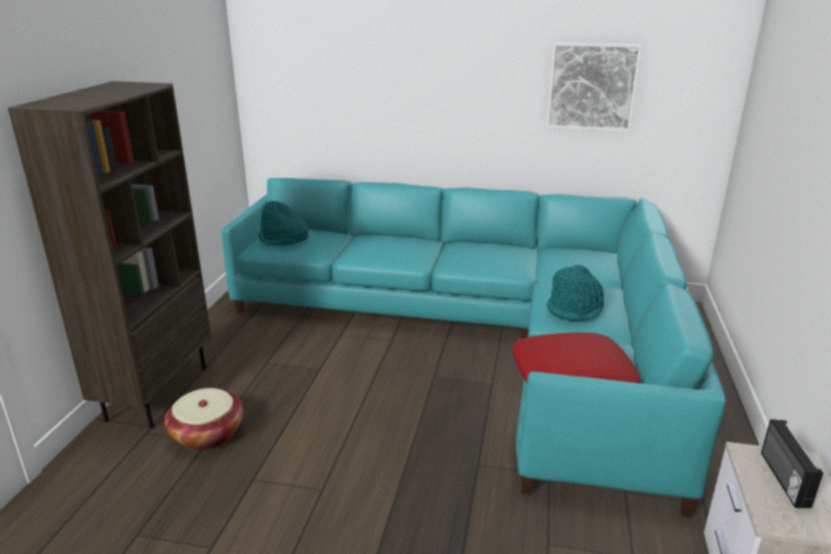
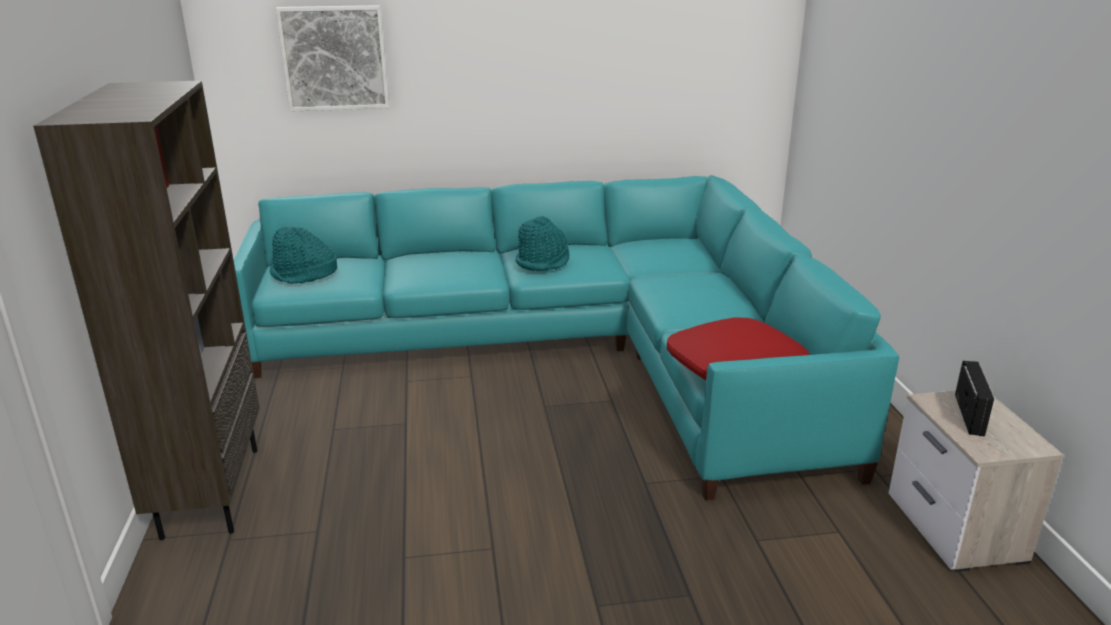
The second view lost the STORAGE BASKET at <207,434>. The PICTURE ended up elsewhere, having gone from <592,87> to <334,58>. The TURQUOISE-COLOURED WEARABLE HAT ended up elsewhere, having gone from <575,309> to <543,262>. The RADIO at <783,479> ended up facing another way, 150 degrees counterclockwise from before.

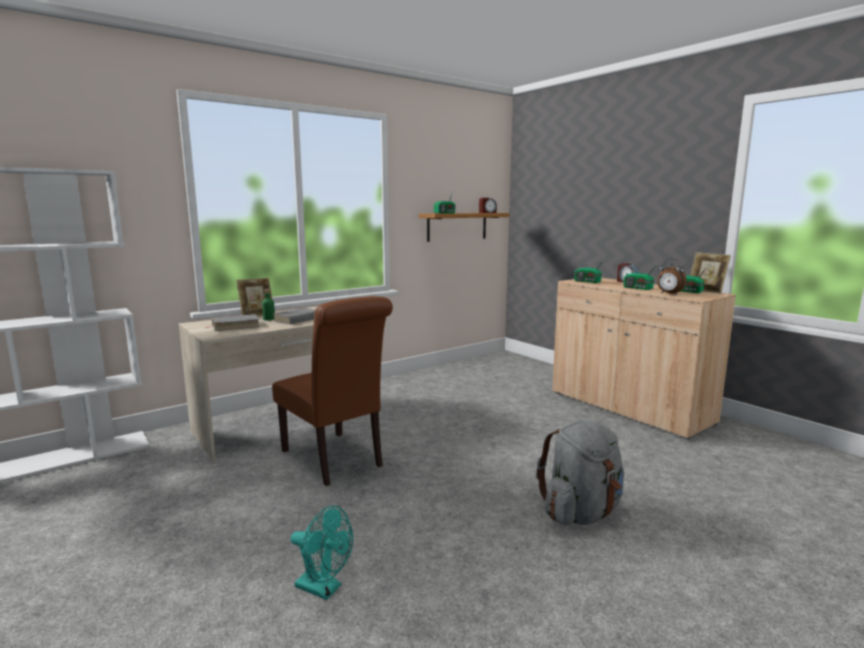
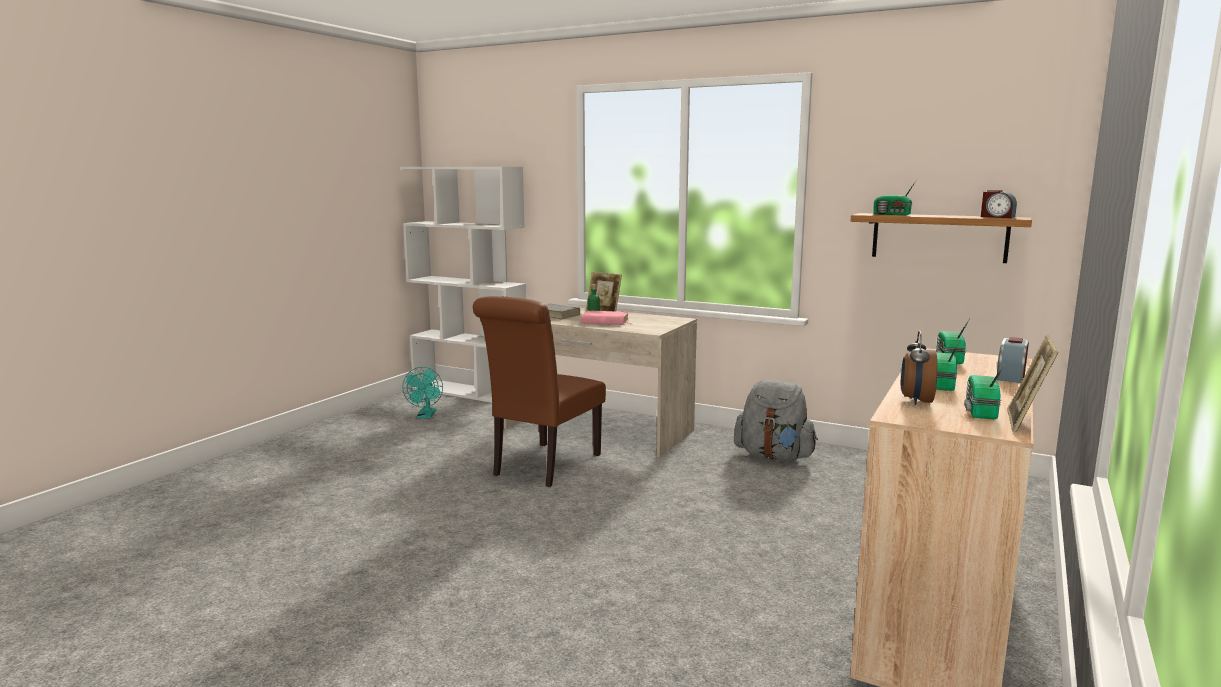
What was the GREY BOOK at <298,319> turned into the PINKISH BOOK at <605,321>. The TURQUOISE-COLOURED FAN ended up elsewhere, having gone from <324,588> to <426,416>. The GREY RUCKSACK ended up elsewhere, having gone from <581,512> to <774,457>.

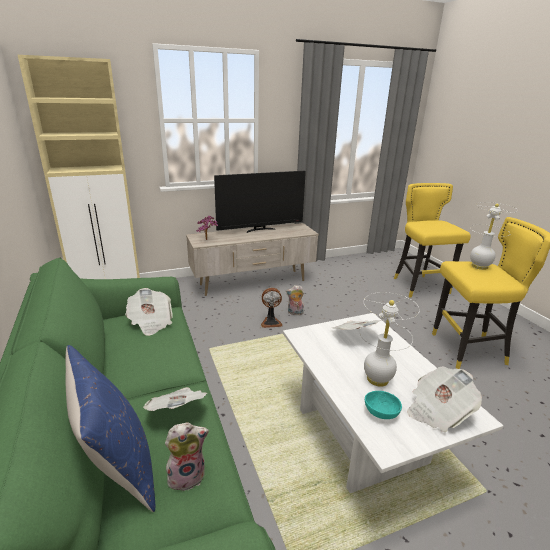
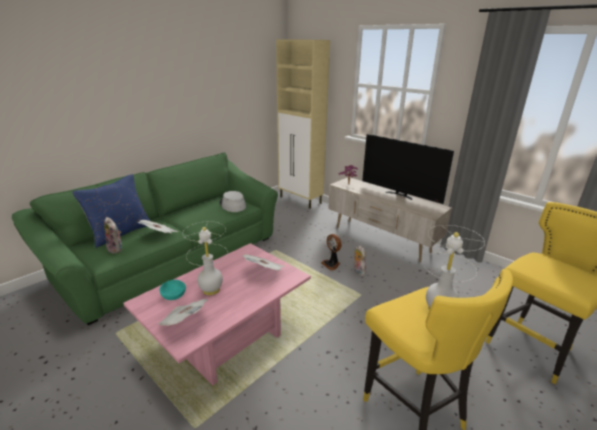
Where the DAILY PAPER stood at <151,322>, the GREY WEARABLE HAT came to stand at <232,205>. What was the WHITISH LOUNGE TABLE at <365,435> turned into the PINKISH LOUNGE TABLE at <227,342>.

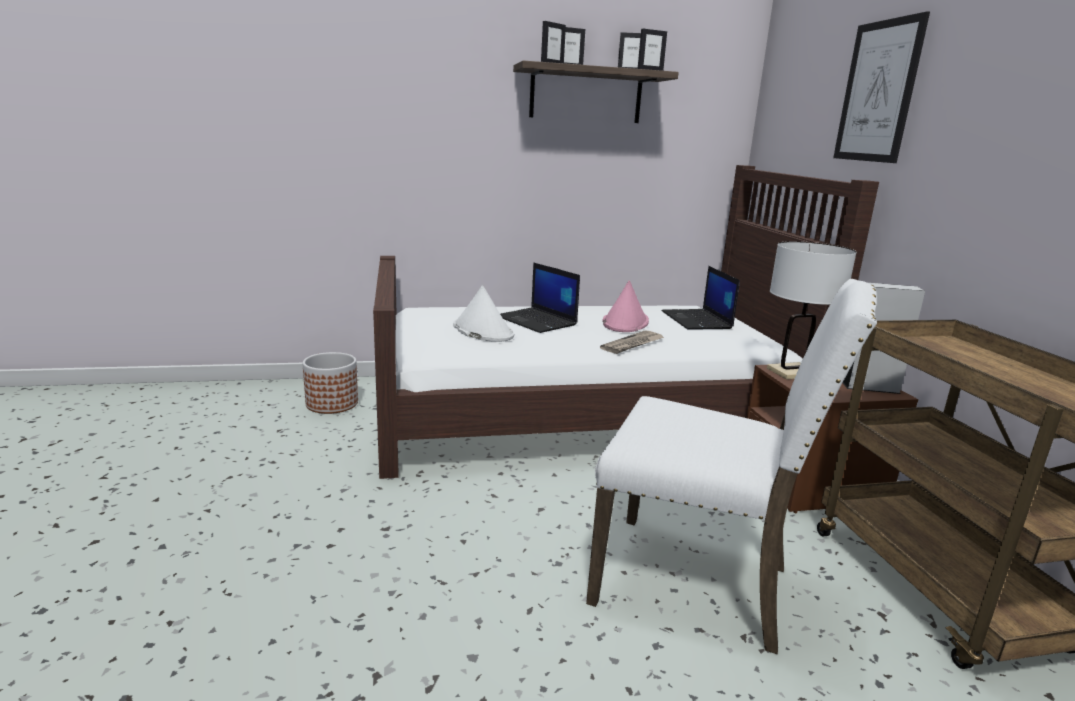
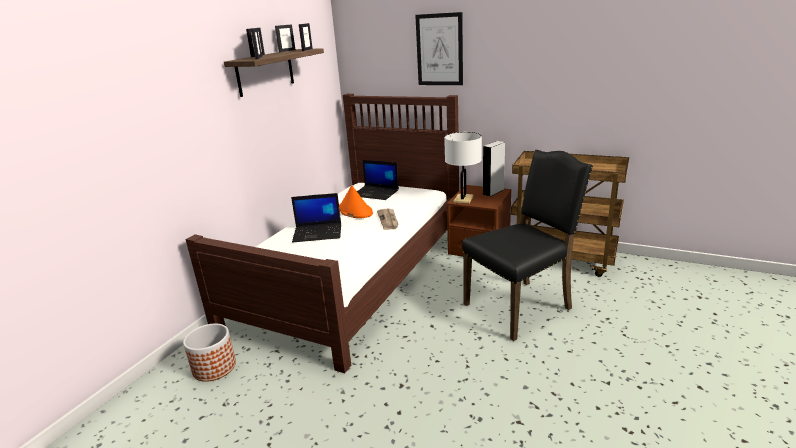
The second view lost the WHITISH WEARABLE HAT at <482,331>. What was the WHITISH UPRIGHT CHAIR at <696,582> turned into the BLACKISH UPRIGHT CHAIR at <520,306>. What was the PINKISH WEARABLE HAT at <625,322> turned into the ORANGEY WEARABLE HAT at <354,211>.

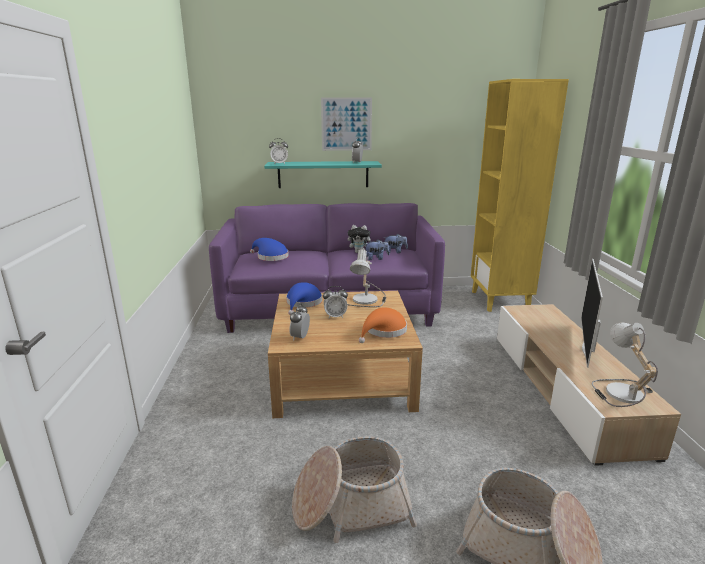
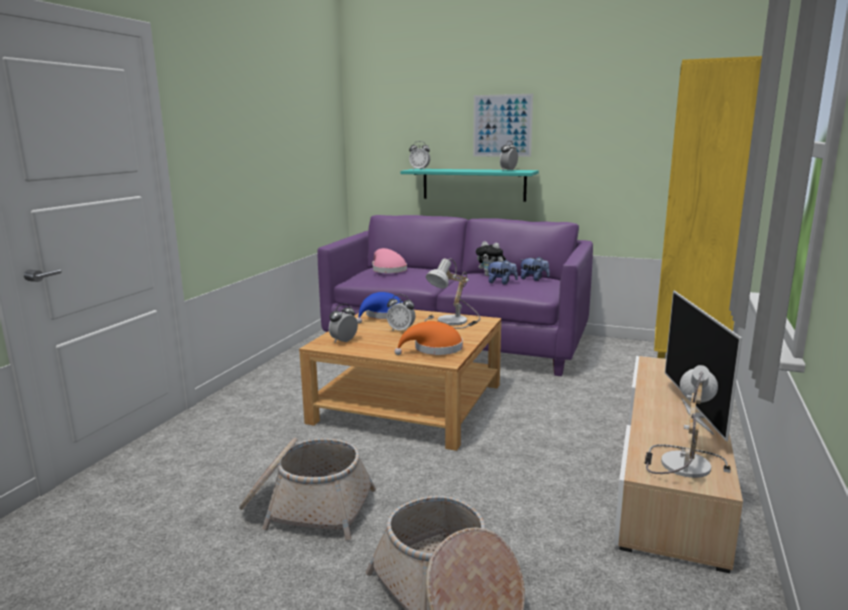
What was the BLUISH WEARABLE HAT at <270,257> turned into the PINKISH WEARABLE HAT at <388,270>. The TV at <588,349> ended up facing another way, 45 degrees counterclockwise from before.

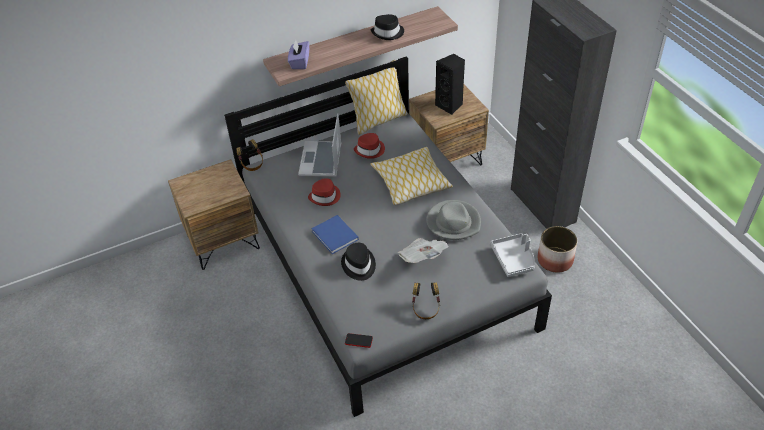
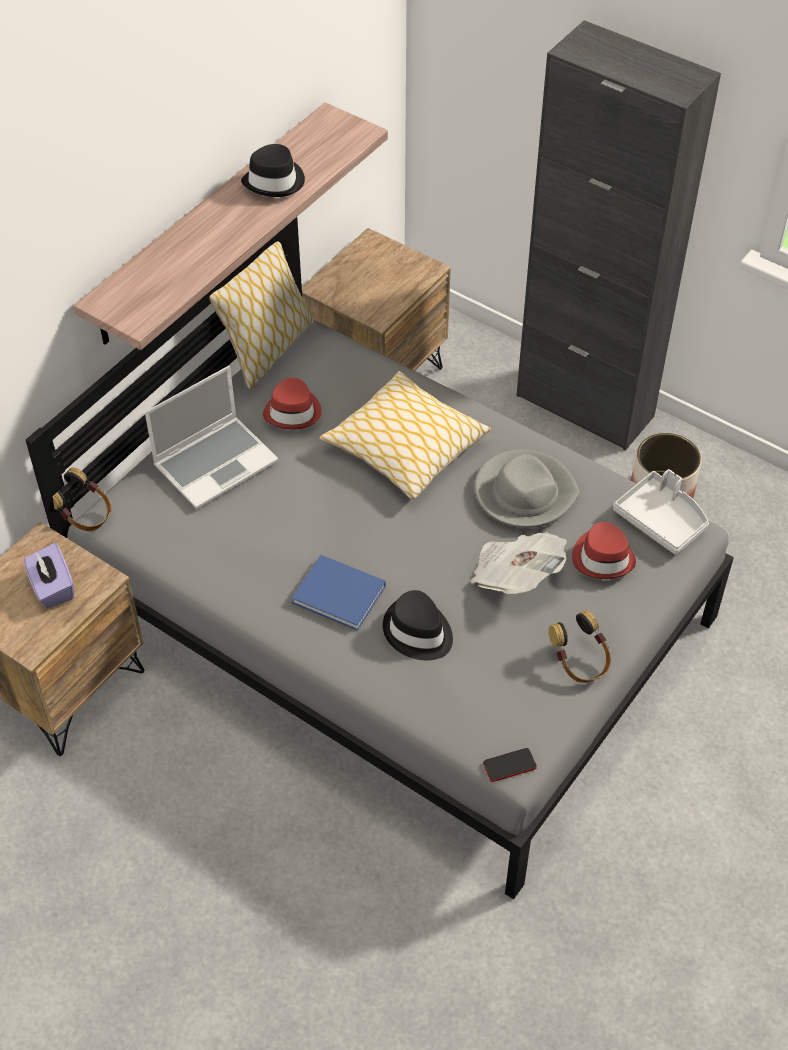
The PURPLISH BOX OF TISSUES ended up elsewhere, having gone from <299,62> to <52,587>. The NOTEBOOK COMPUTER at <321,160> ended up facing another way, 105 degrees counterclockwise from before. The REDDISH WEARABLE HAT ended up elsewhere, having gone from <325,196> to <603,557>. The second view lost the BLACKISH AUDIO SPEAKER at <450,106>.

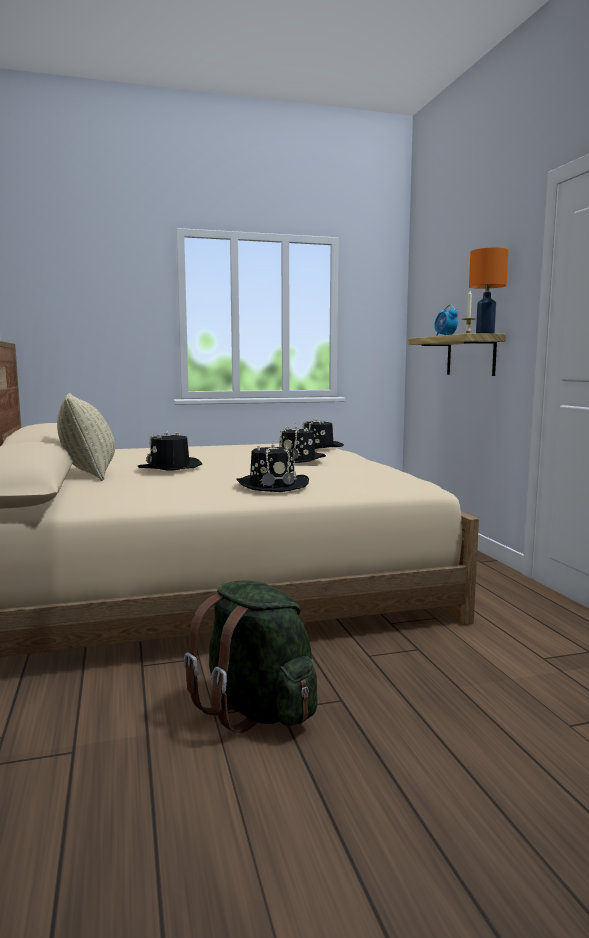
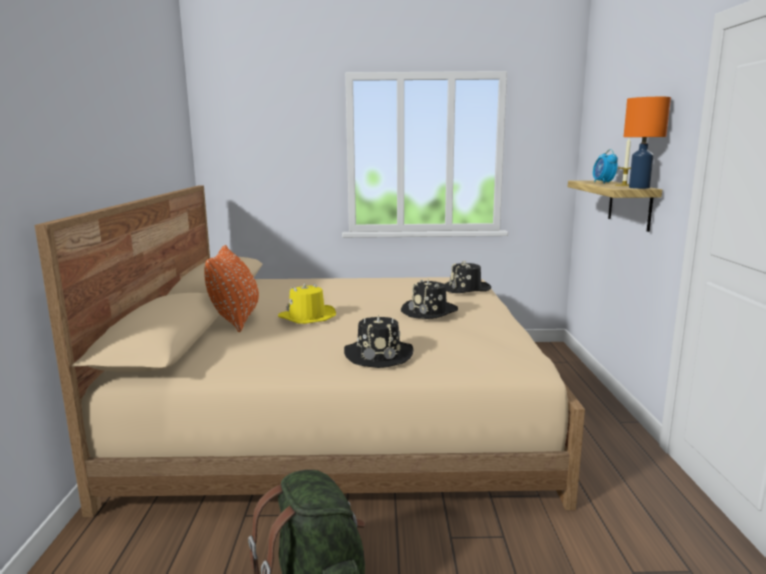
What was the SAND-COLOURED CUSHION at <88,474> turned into the ORANGEY CUSHION at <236,320>. What was the BLACKISH WEARABLE HAT at <170,467> turned into the YELLOWISH WEARABLE HAT at <307,317>.

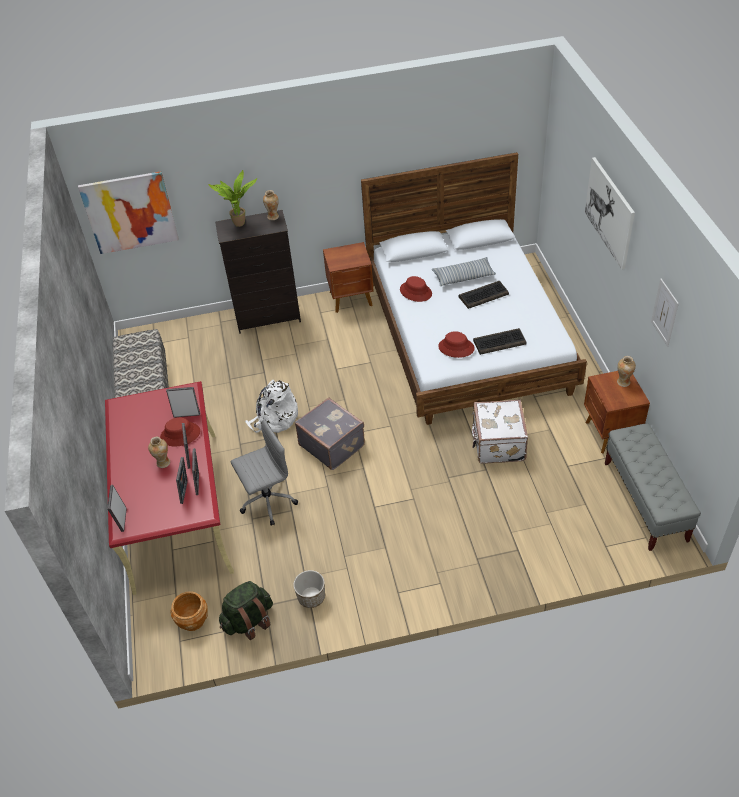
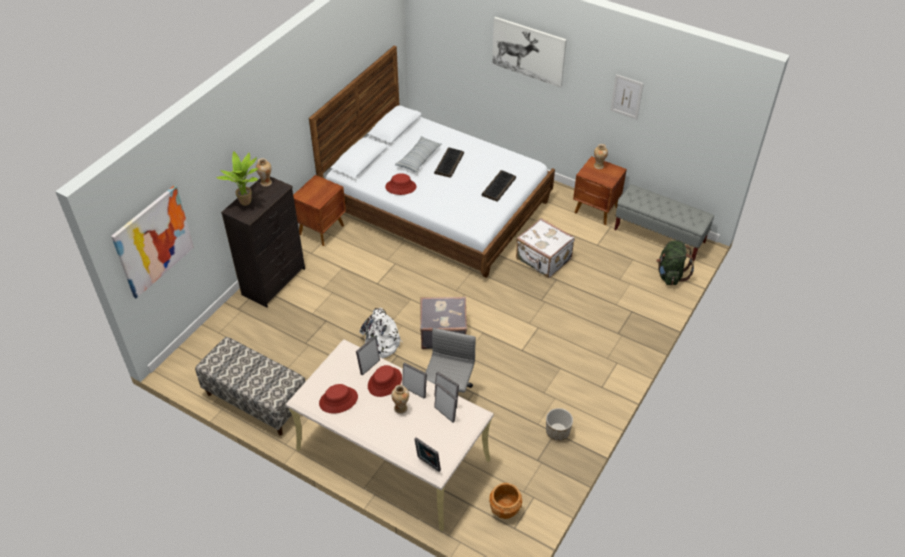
What was the REDDISH DESK UNIT at <176,508> turned into the SAND-COLOURED DESK UNIT at <392,454>. The GREEN RUCKSACK ended up elsewhere, having gone from <249,621> to <670,275>. The REDDISH WEARABLE HAT ended up elsewhere, having gone from <456,348> to <338,400>.

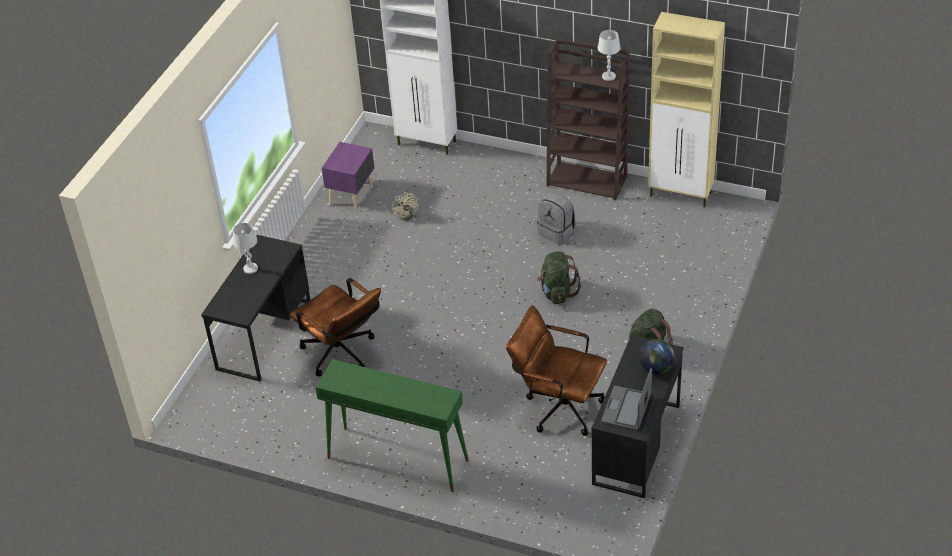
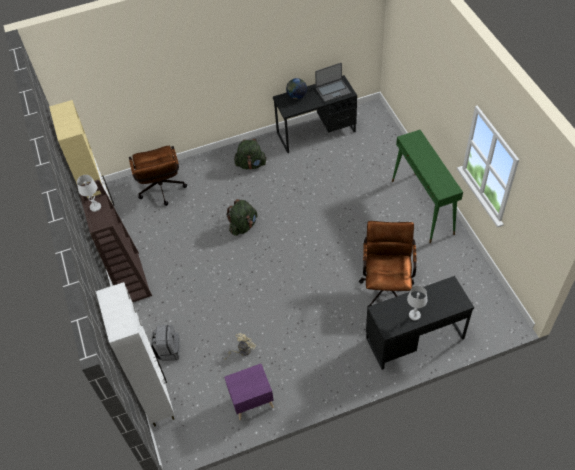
The BROWN DESK CHAIR ended up elsewhere, having gone from <558,406> to <162,191>. The GREY RUCKSACK ended up elsewhere, having gone from <557,232> to <168,350>.

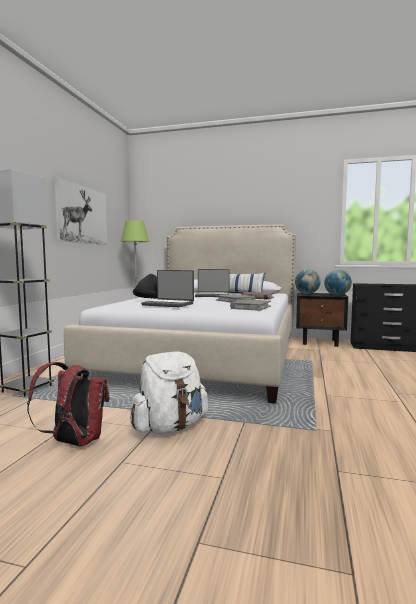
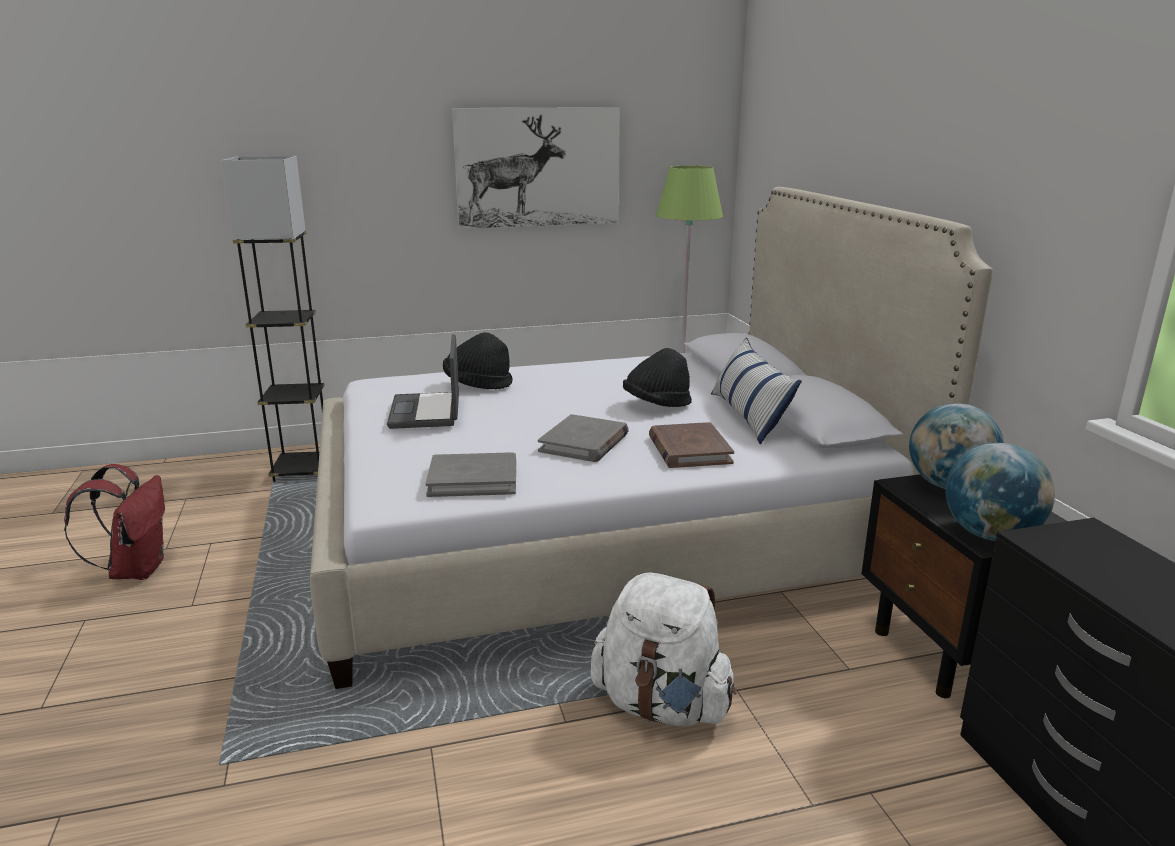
The WHITISH RUCKSACK ended up elsewhere, having gone from <170,427> to <662,705>. Where the NOTEBOOK COMPUTER stood at <212,295>, the BLACKISH WEARABLE HAT came to stand at <656,404>.

